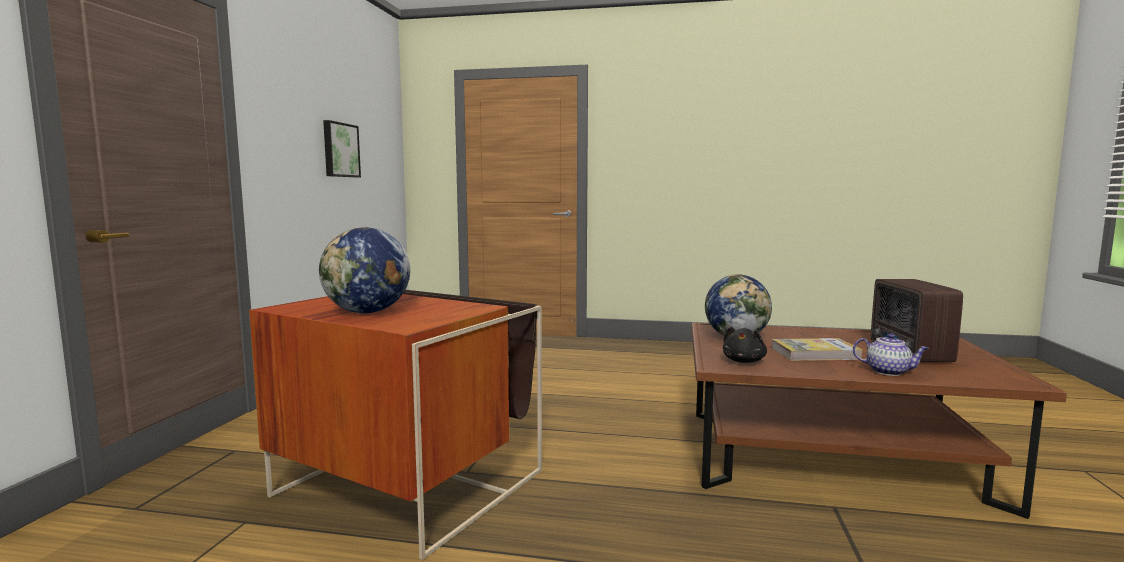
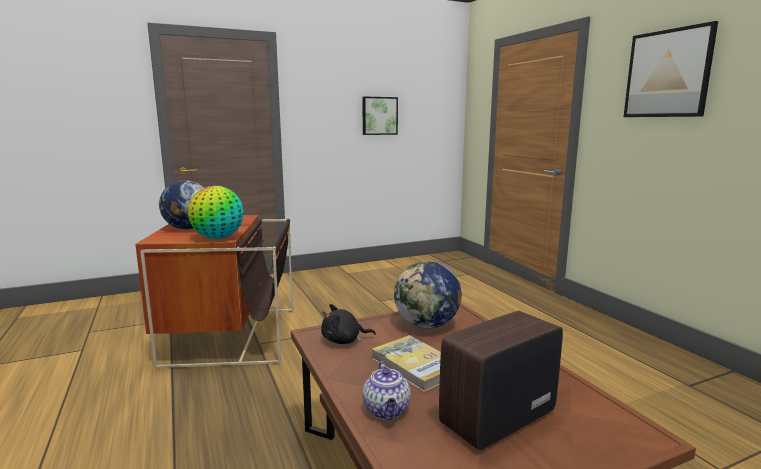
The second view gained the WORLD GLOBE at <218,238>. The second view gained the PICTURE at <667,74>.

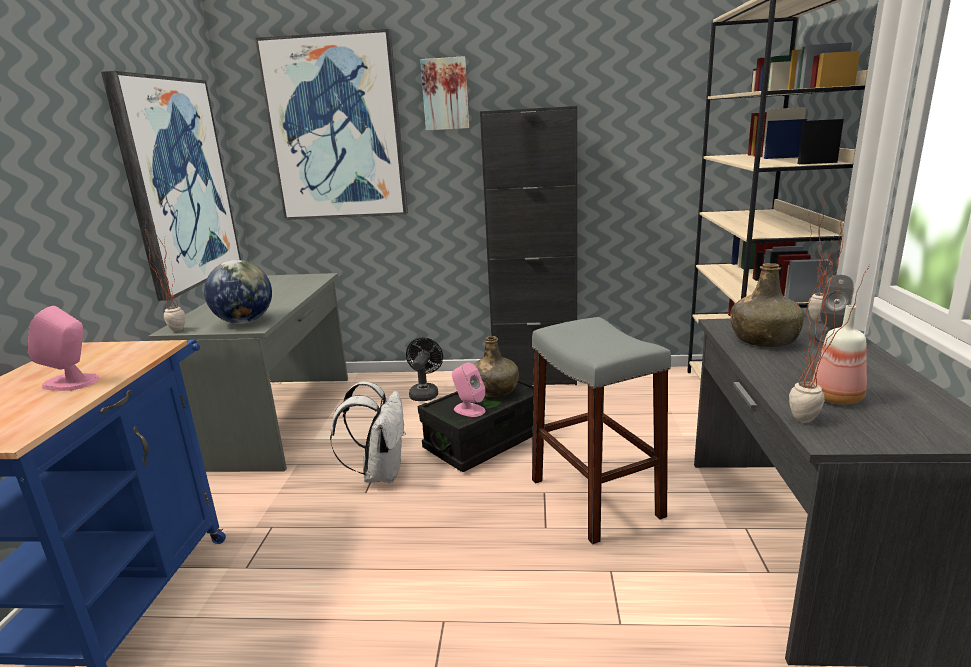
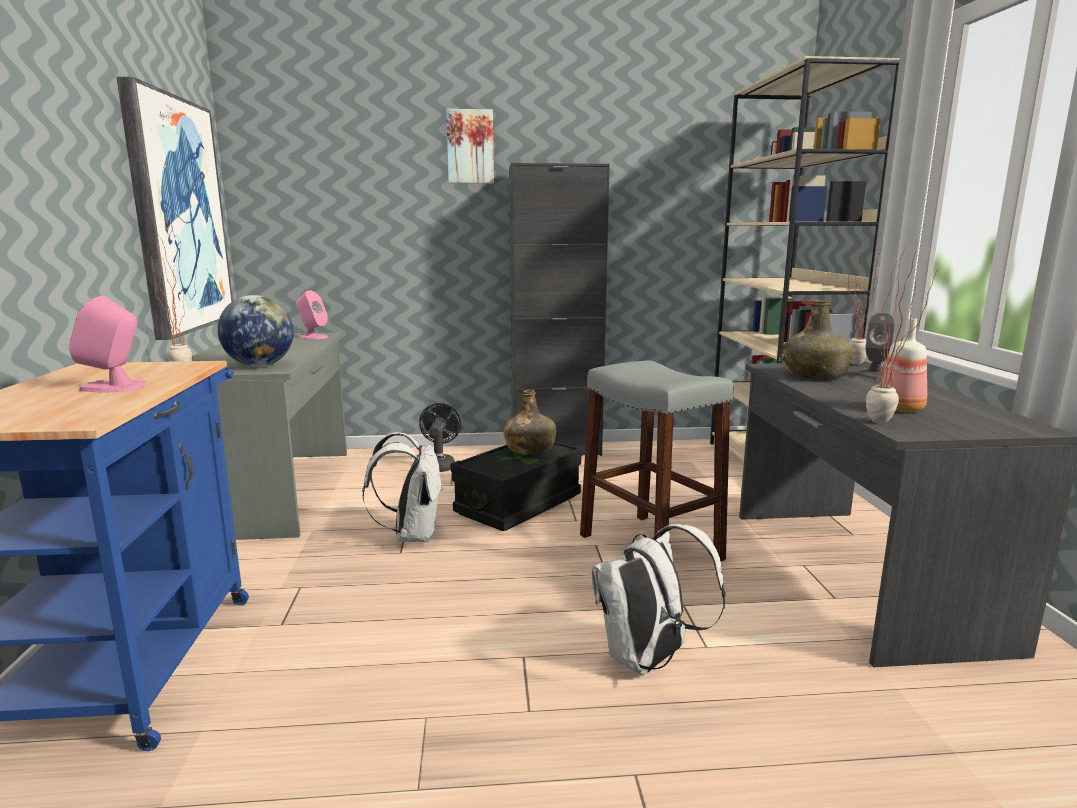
The second view lost the PICTURE at <336,129>. The PINKISH AUDIO SPEAKER ended up elsewhere, having gone from <469,410> to <313,337>. The second view gained the WHITISH RUCKSACK at <648,660>.

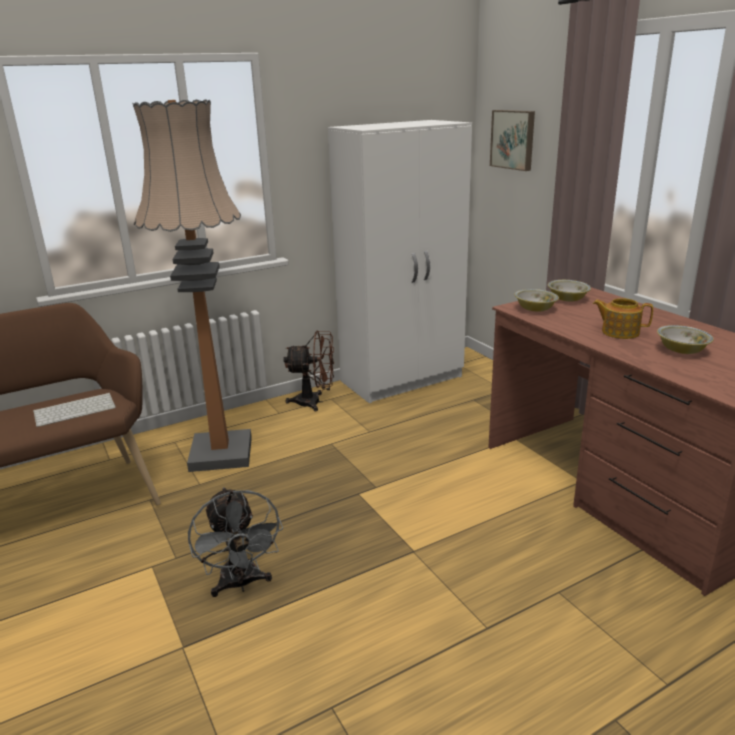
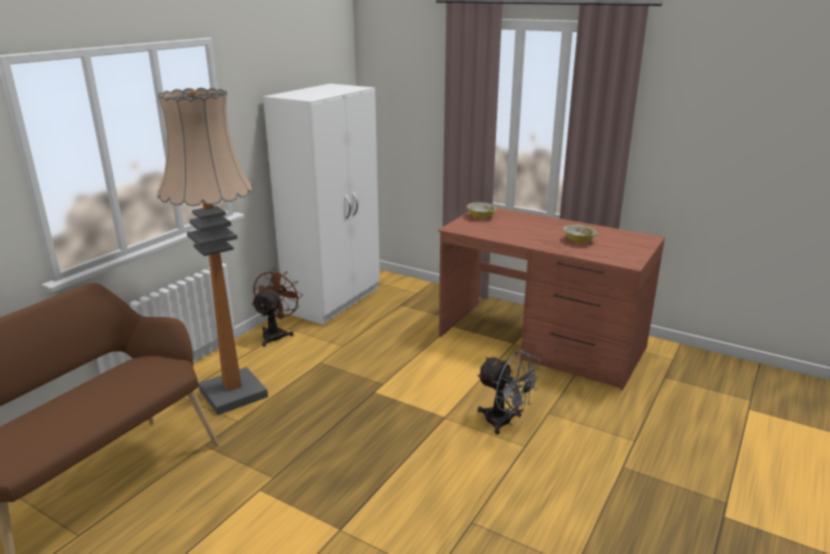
The second view lost the COMPUTER KEYBOARD at <76,410>. The GREY FAN ended up elsewhere, having gone from <241,584> to <504,422>. The BROWN FAN at <315,402> ended up facing another way, 45 degrees counterclockwise from before. The second view lost the PICTURE at <513,139>. The second view lost the DEEP DISH at <535,309>. The second view lost the TEA POT at <619,332>.

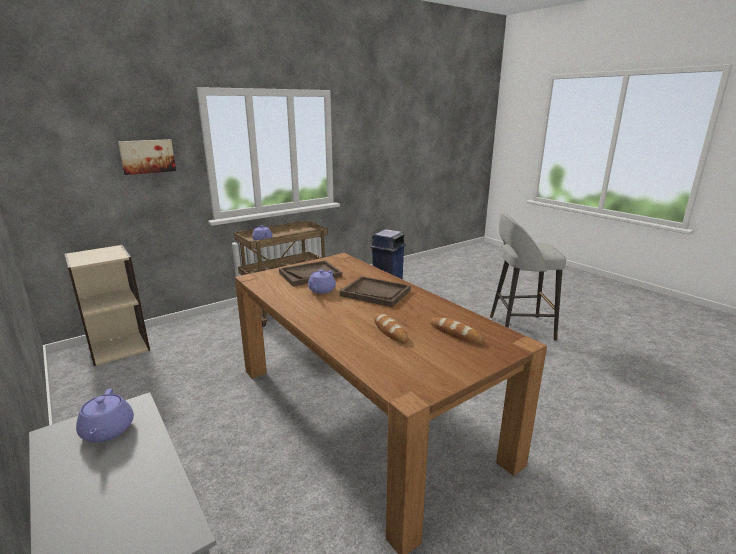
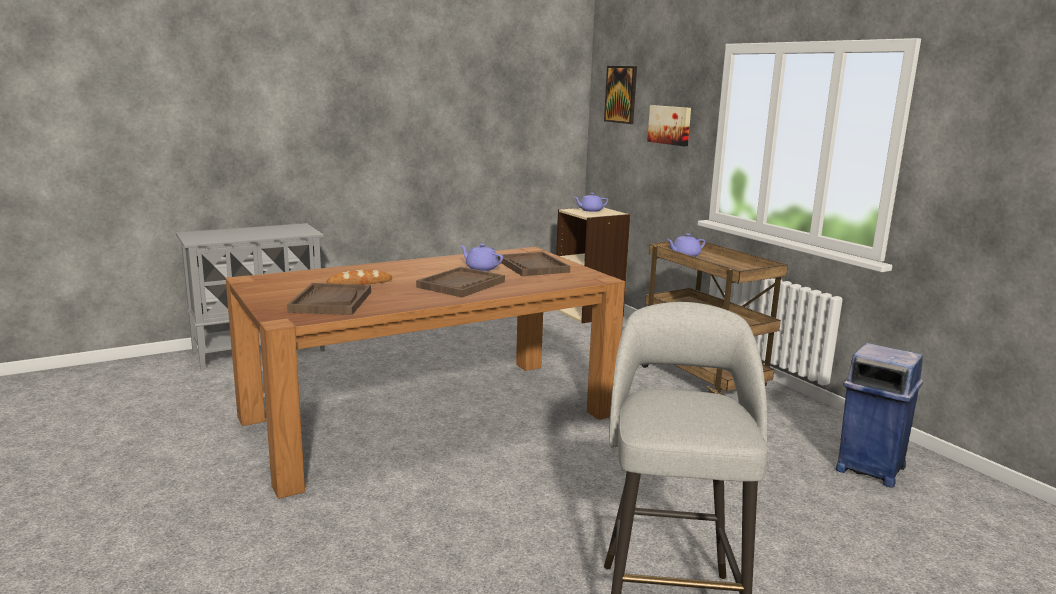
The PURPLISH TEA POT ended up elsewhere, having gone from <107,431> to <590,210>. Where the BAKERY BREAD stood at <455,333>, the BROWN TRAY came to stand at <331,301>. The second view gained the PICTURE at <621,94>.

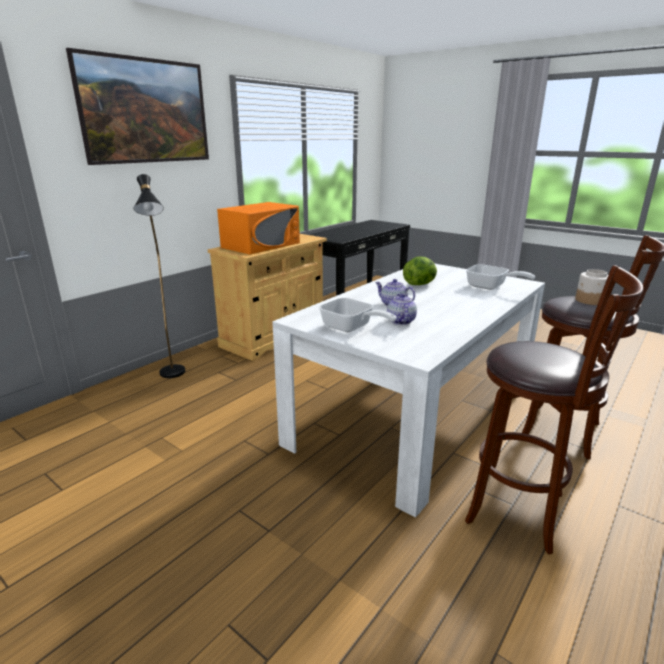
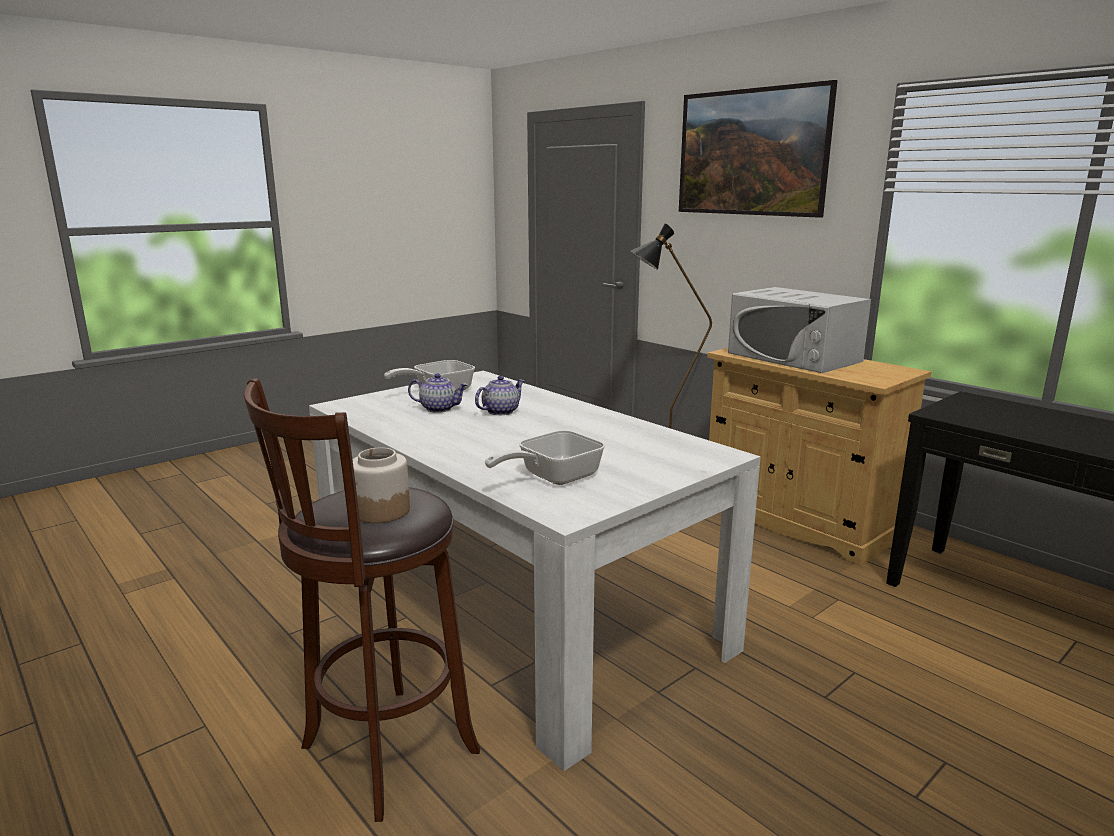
What was the ORANGEY MICROWAVE at <261,245> turned into the WHITISH MICROWAVE at <794,357>. The second view lost the LETTUCE HEAD at <420,284>. The second view lost the BROWN STOOL at <521,510>.

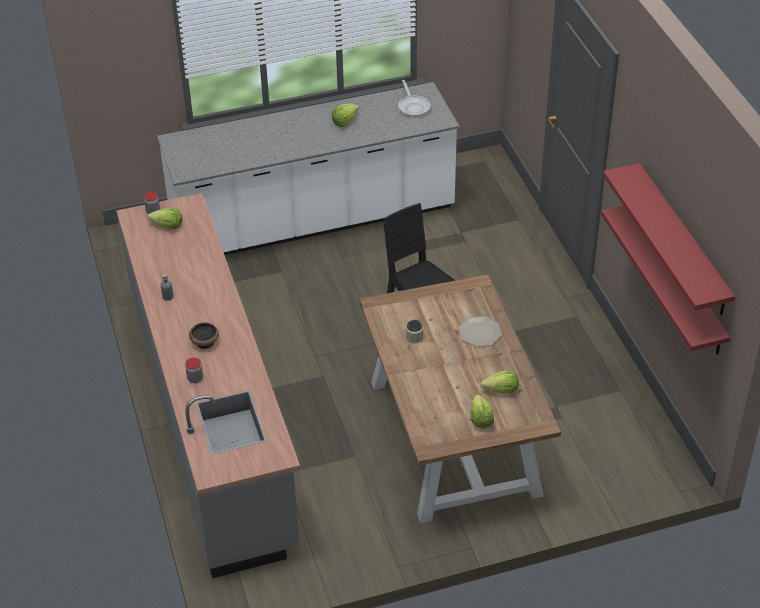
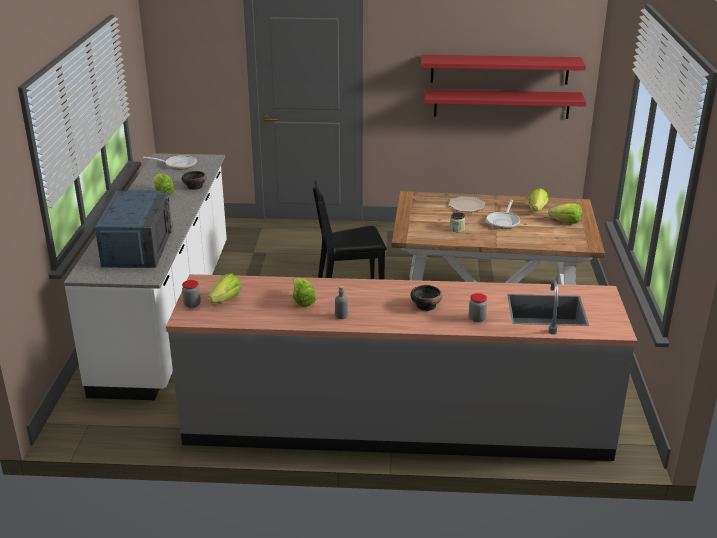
The second view gained the BLUISH MICROWAVE at <138,246>. The second view gained the DEEP DISH at <194,186>. The second view gained the LETTUCE HEAD at <302,301>. The second view gained the SKILLET at <503,222>.

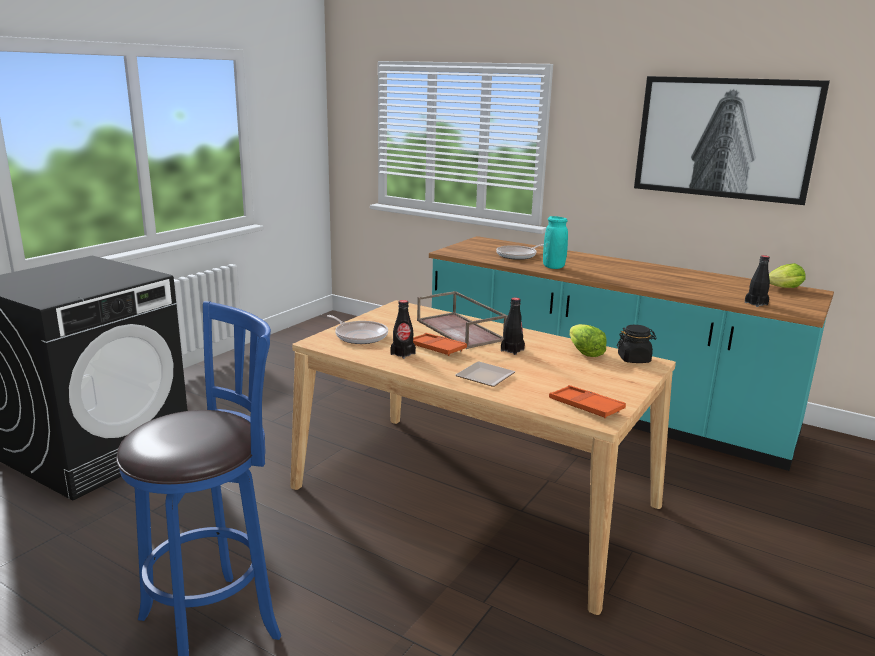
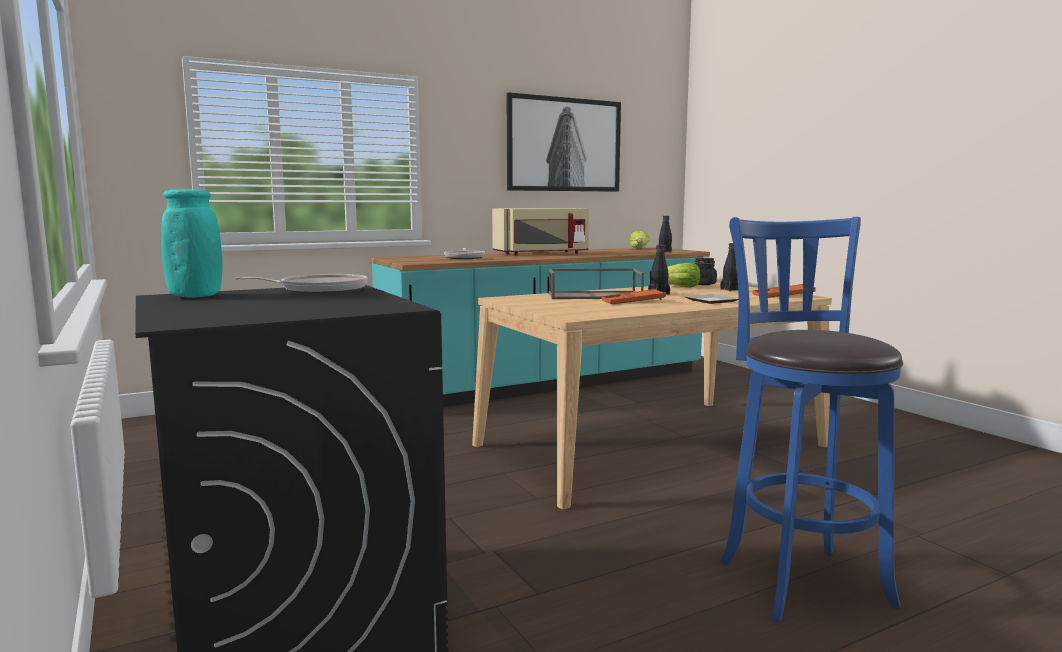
The SKILLET ended up elsewhere, having gone from <359,336> to <319,291>. The BLACKISH BOTTLE ended up elsewhere, having gone from <403,354> to <730,290>. The TURQUOISE-COLOURED FLOWER VASE ended up elsewhere, having gone from <553,267> to <195,296>. The second view gained the SAND-COLOURED MICROWAVE at <542,253>.

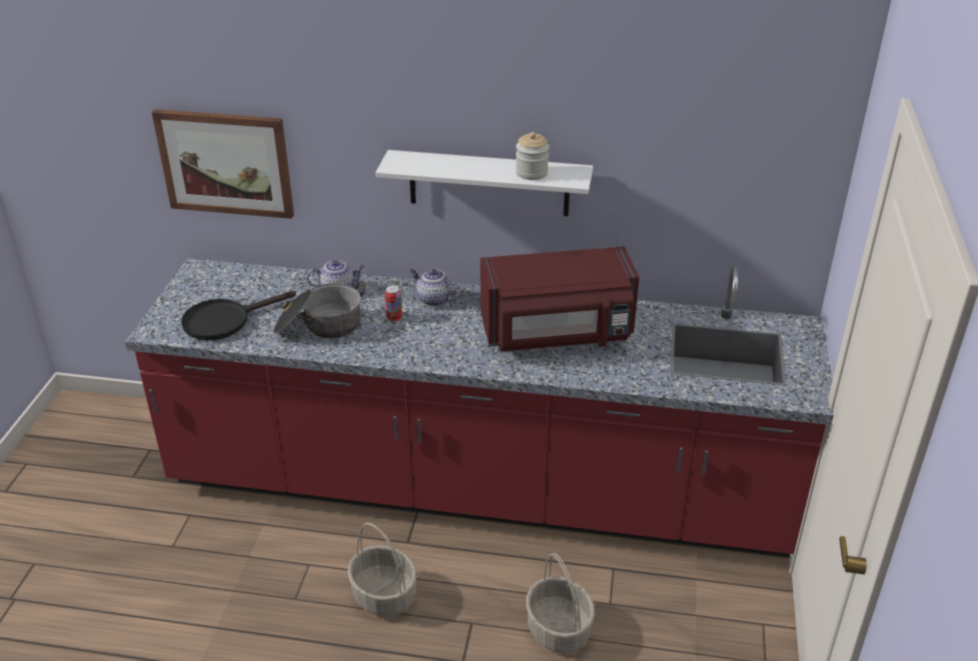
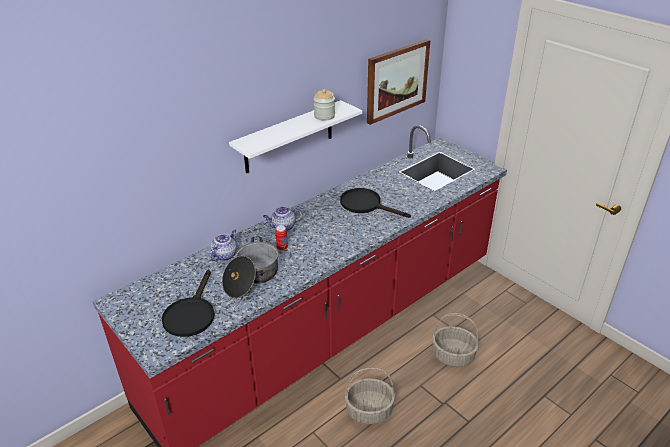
The PICTURE ended up elsewhere, having gone from <226,163> to <396,81>. Where the REDDISH MICROWAVE stood at <558,334>, the BLACKISH SKILLET came to stand at <366,205>.

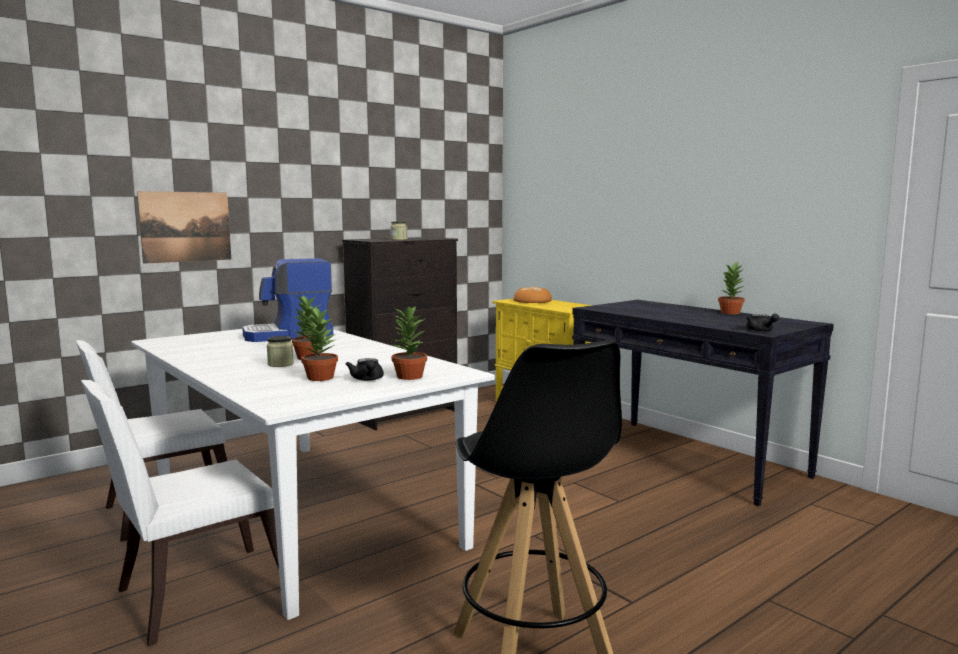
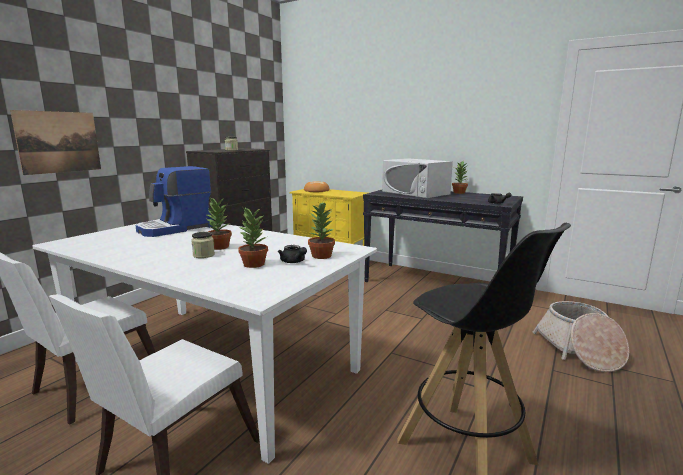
The second view gained the WHITISH MICROWAVE at <415,193>. The second view gained the STORAGE BASKET at <579,350>.

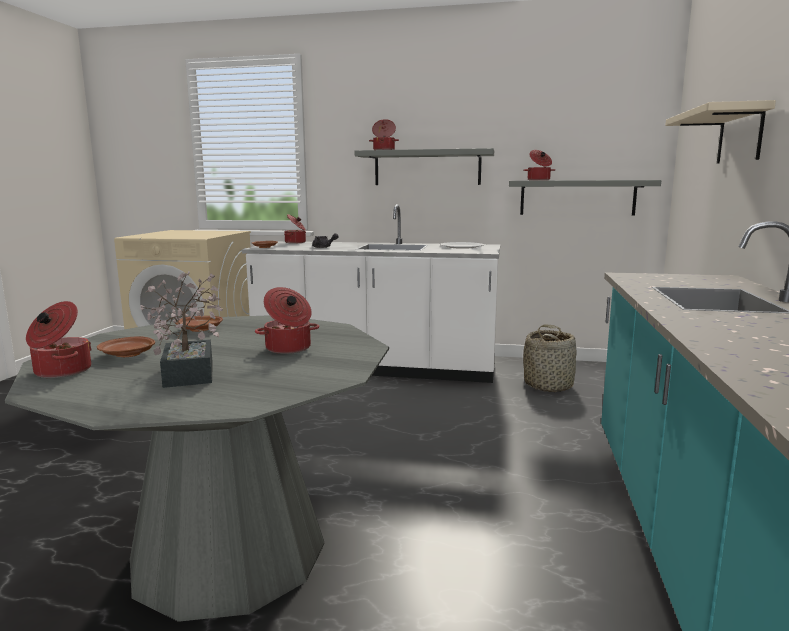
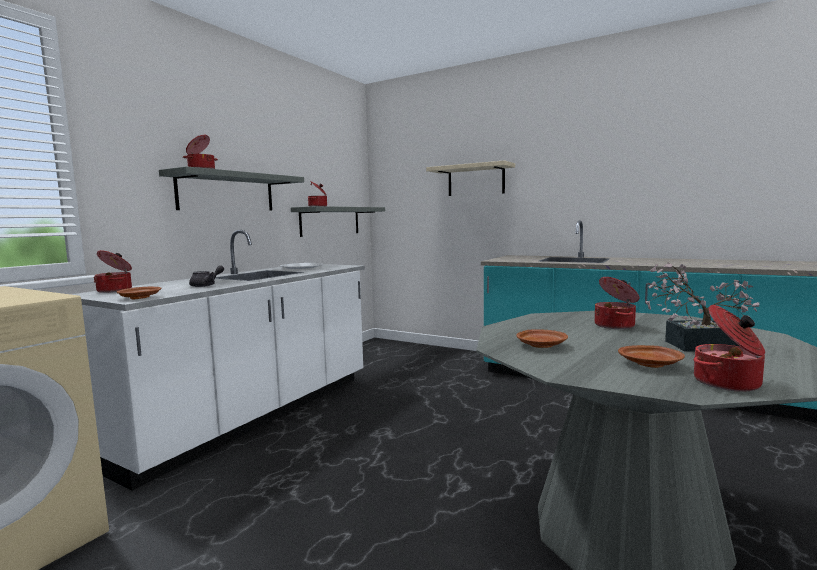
The second view lost the STORAGE BASKET at <548,385>.

